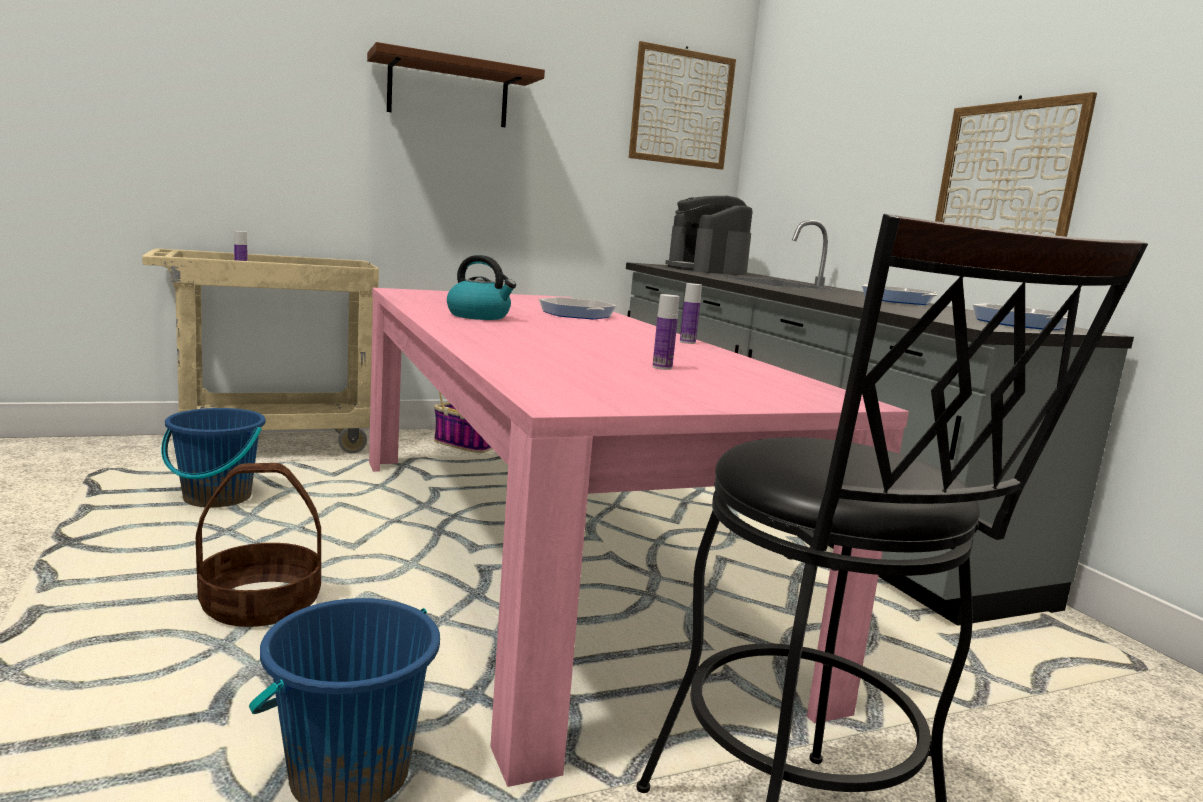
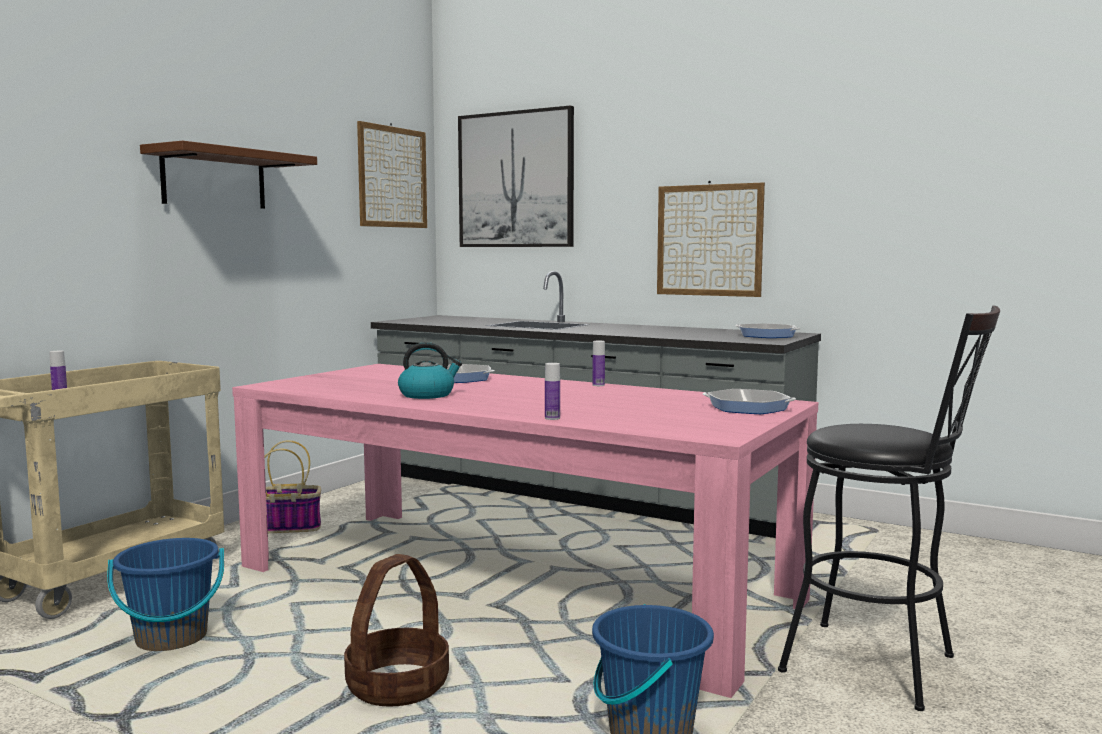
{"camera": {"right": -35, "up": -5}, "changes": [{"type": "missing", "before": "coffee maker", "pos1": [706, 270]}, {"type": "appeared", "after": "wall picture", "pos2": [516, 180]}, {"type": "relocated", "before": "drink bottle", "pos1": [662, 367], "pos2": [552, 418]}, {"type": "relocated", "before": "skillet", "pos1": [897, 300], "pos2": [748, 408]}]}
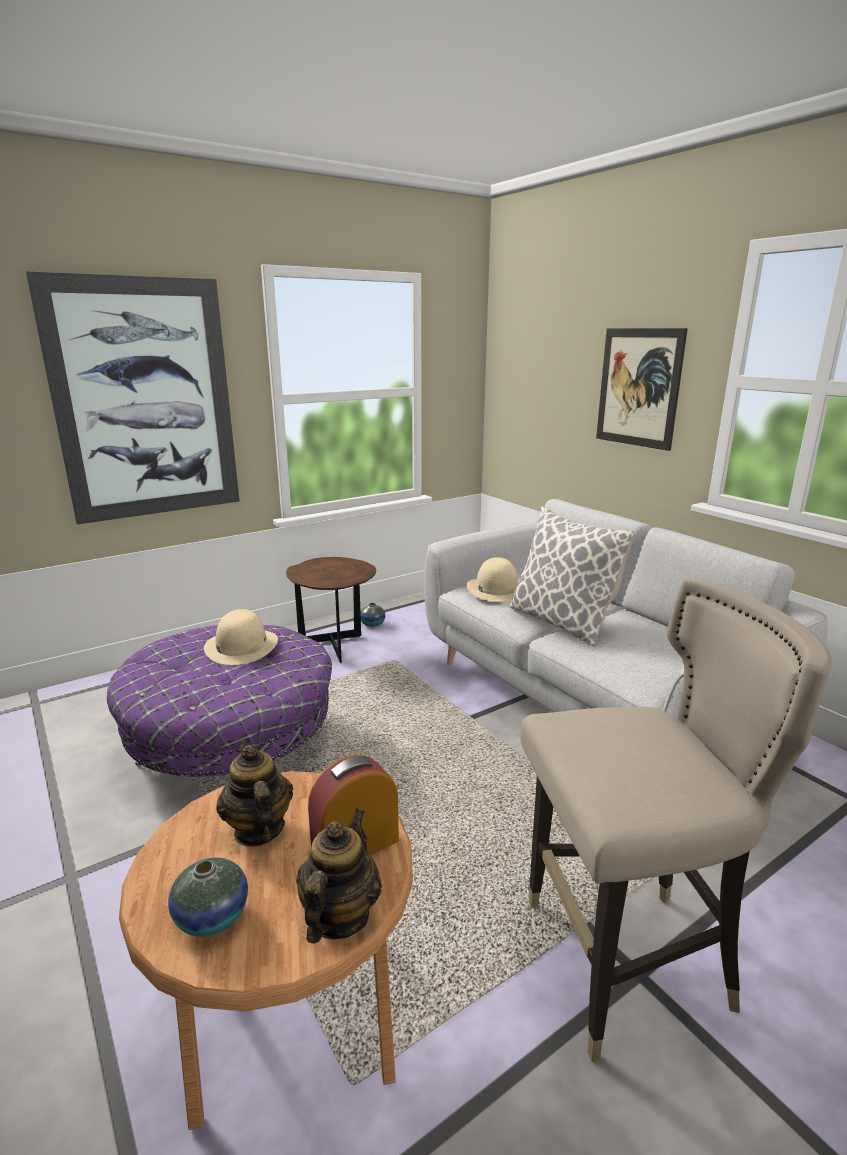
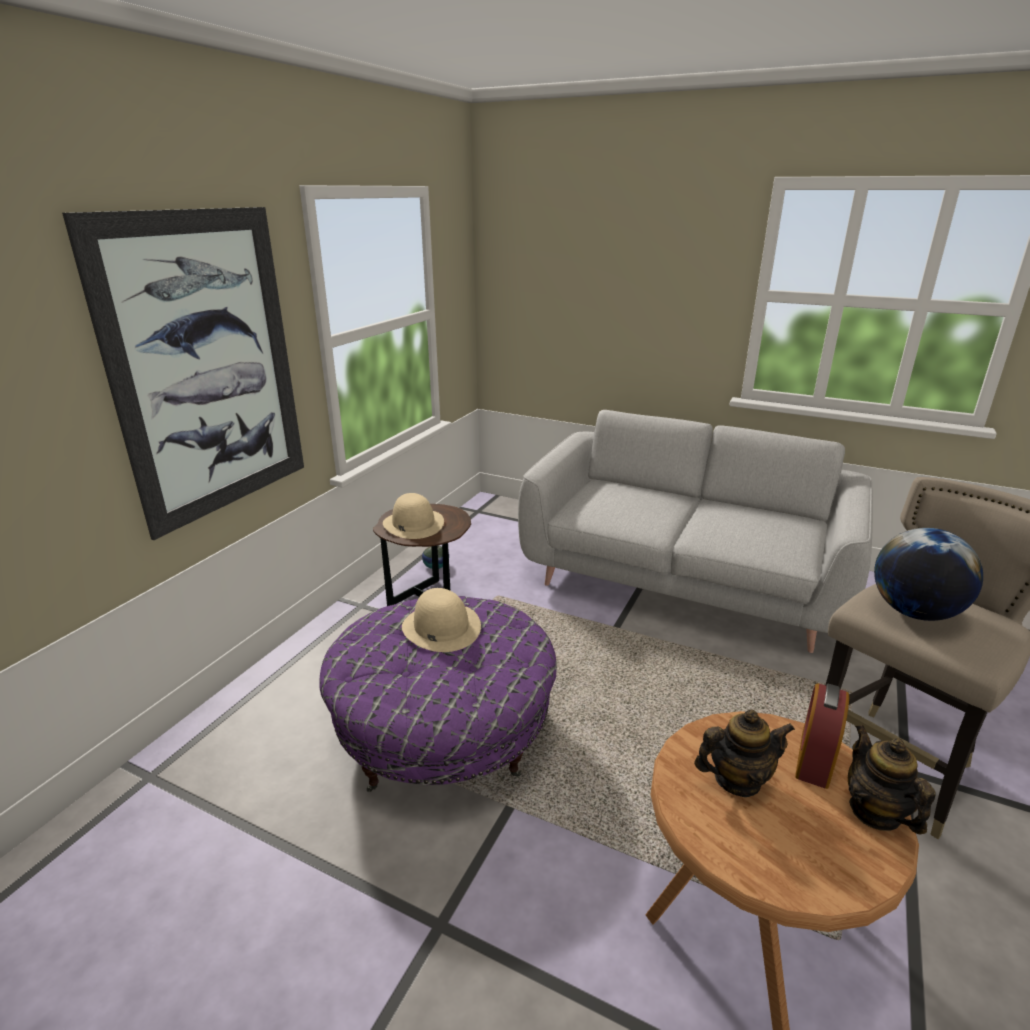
{"camera": {"right": -30, "up": 5}, "changes": [{"type": "missing", "before": "vase", "pos1": [212, 916]}, {"type": "missing", "before": "throw pillow", "pos1": [561, 622]}, {"type": "missing", "before": "wall picture", "pos1": [638, 388]}, {"type": "appeared", "after": "globe", "pos2": [914, 612]}, {"type": "relocated", "before": "beige-coloured hat", "pos1": [496, 588], "pos2": [413, 524]}, {"type": "spun", "before": "tea pot", "pos1": [258, 829], "pos2": [737, 780], "turn": 135}]}
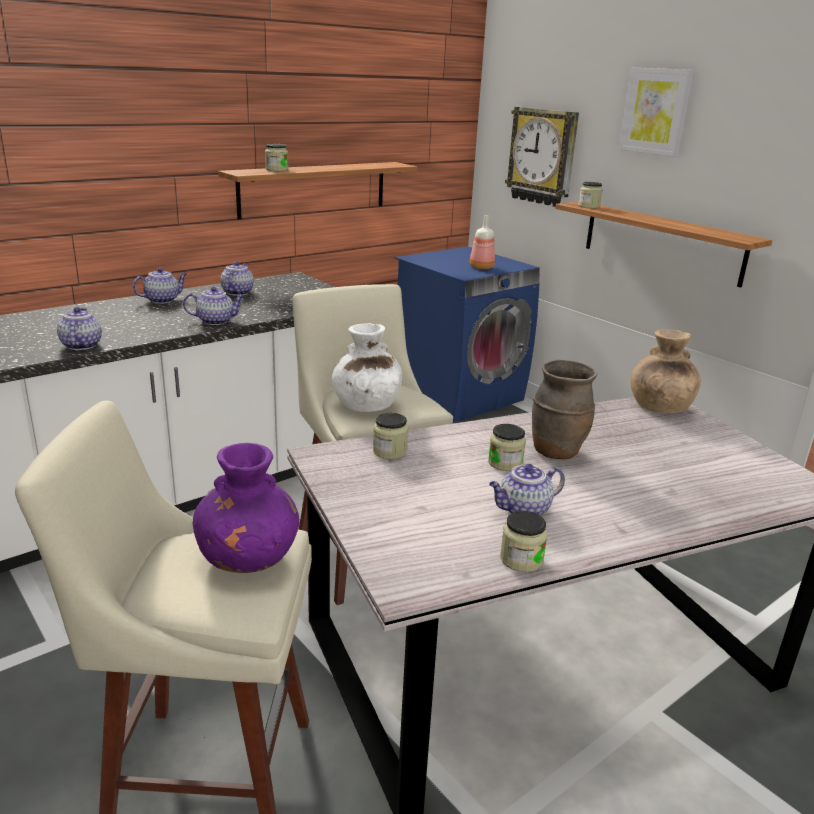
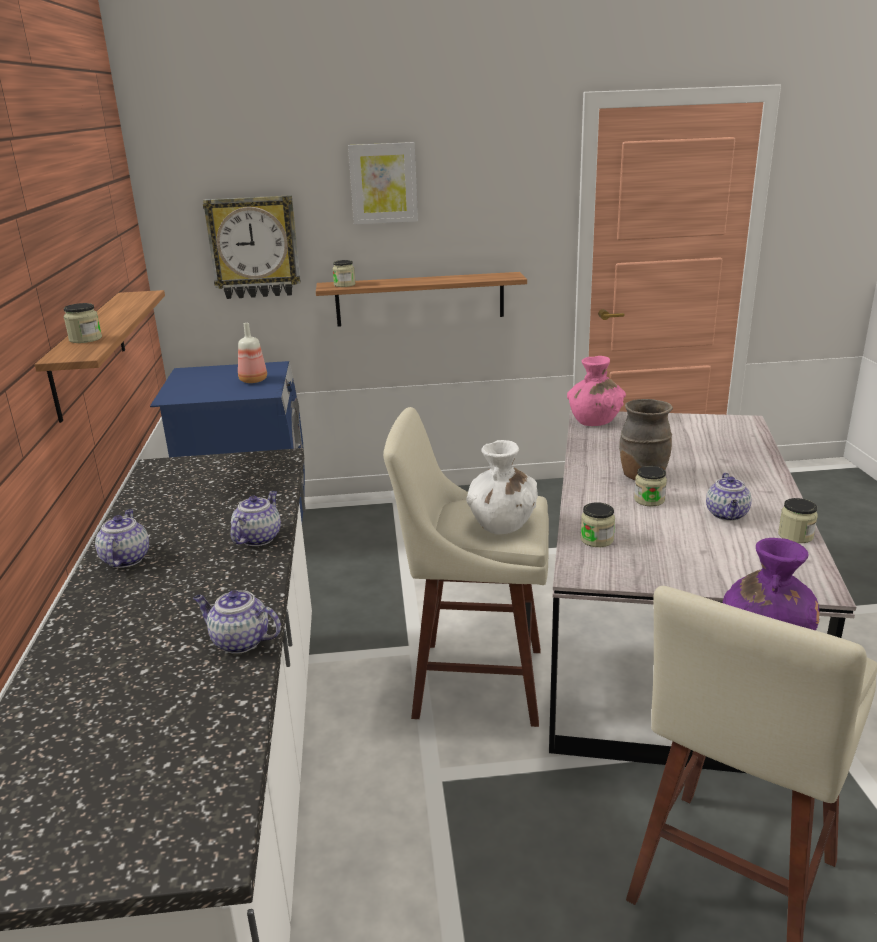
{"camera": {"right": -55, "up": 0}, "changes": [{"type": "missing", "before": "tea pot", "pos1": [237, 292]}, {"type": "colour", "before": "brown-coloured vase", "after": "pink-coloured vase", "pos1": [659, 407], "pos2": [594, 421]}]}
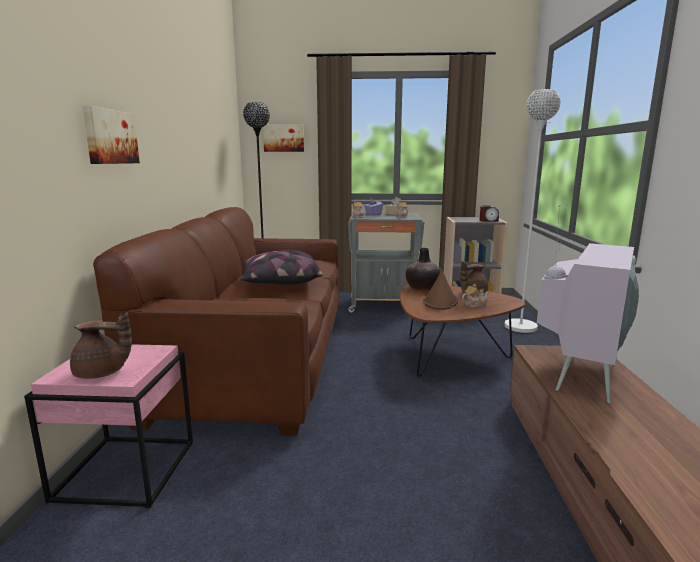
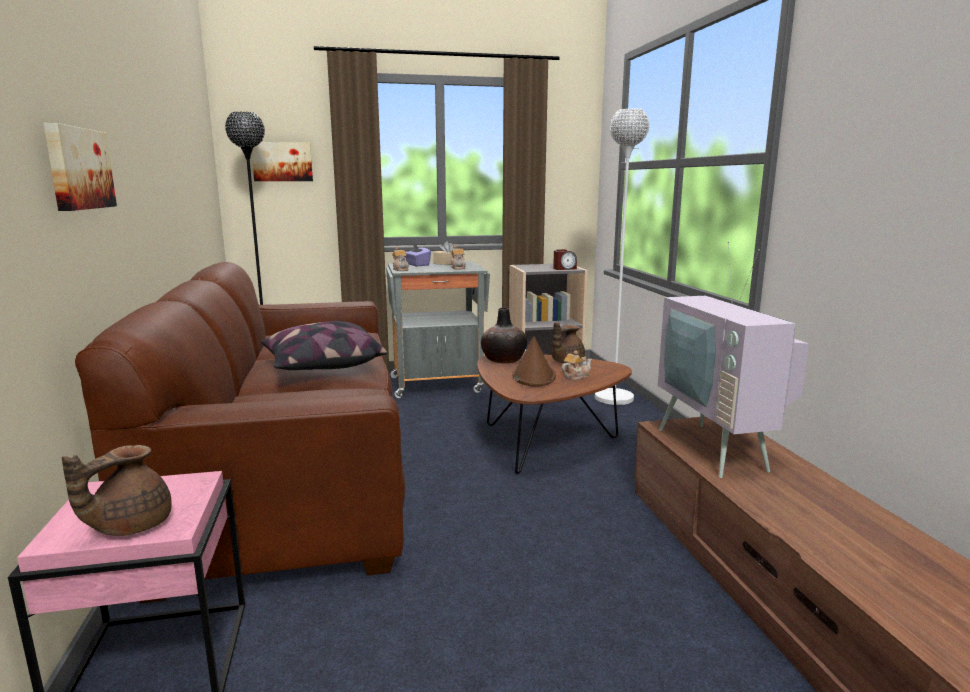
{"camera": {"right": -15, "up": 0}, "changes": [{"type": "spun", "before": "brown-coloured tea pot", "pos1": [102, 373], "pos2": [129, 526], "turn": 135}, {"type": "spun", "before": "TV set", "pos1": [577, 373], "pos2": [720, 448], "turn": 150}]}
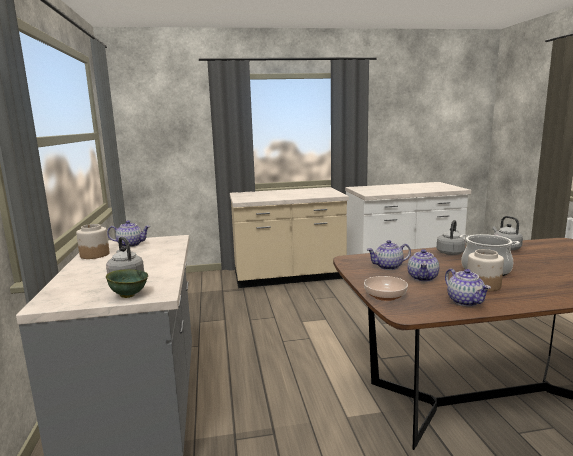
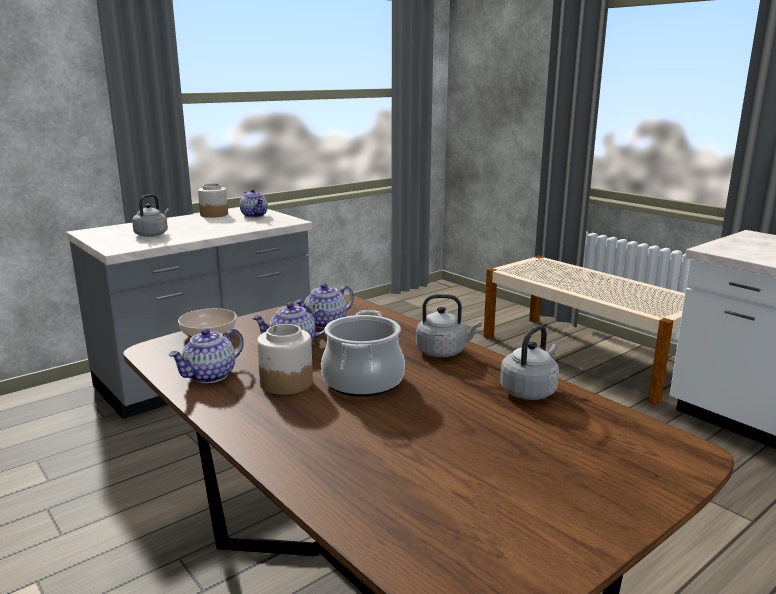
{"camera": {"right": 60, "up": 5}, "changes": [{"type": "missing", "before": "green-coloured deep dish", "pos1": [128, 295]}, {"type": "exchanged", "before": "beige-coloured counter", "after": "beige-coloured long seat", "pos1": [288, 277], "pos2": [586, 356]}, {"type": "spun", "before": "tea pot", "pos1": [388, 267], "pos2": [325, 323], "turn": -90}]}
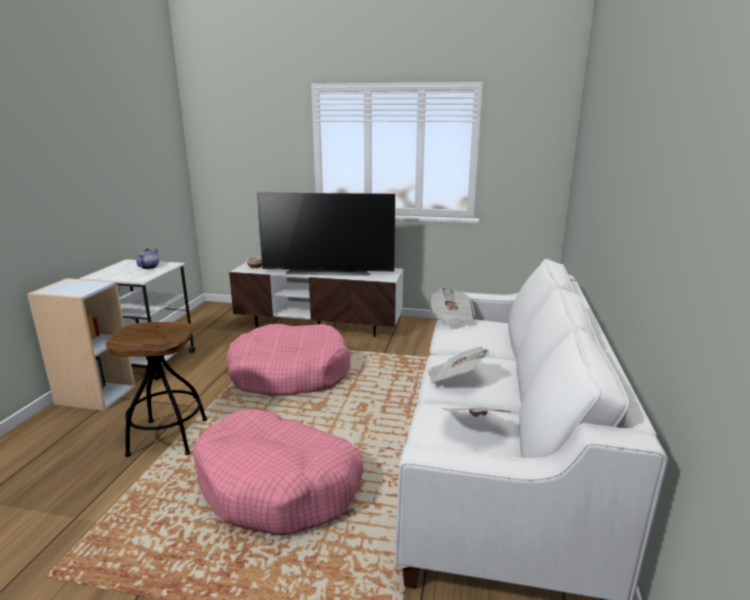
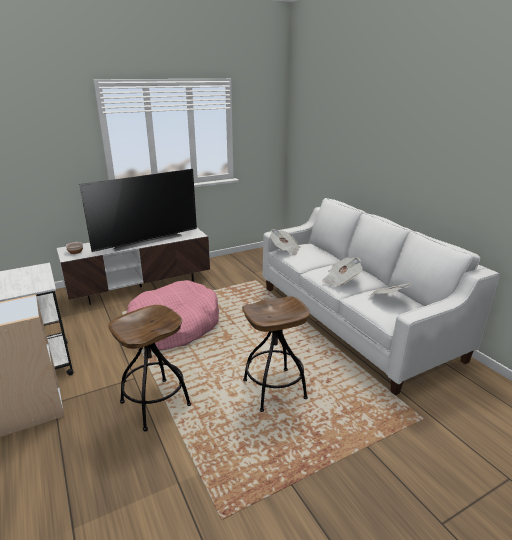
{"camera": {"right": -40, "up": 5}, "changes": [{"type": "missing", "before": "tea pot", "pos1": [149, 267]}, {"type": "exchanged", "before": "pink-coloured dog cushion", "after": "brown-coloured sitting stool", "pos1": [278, 485], "pos2": [274, 389]}]}
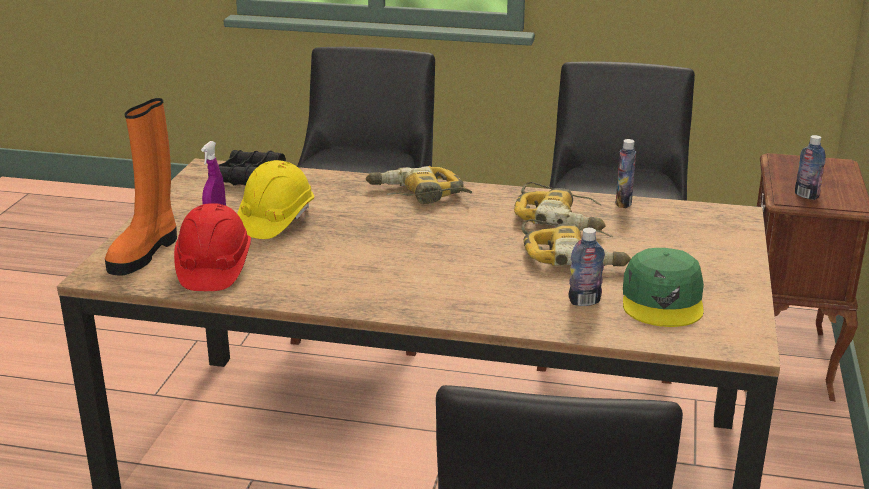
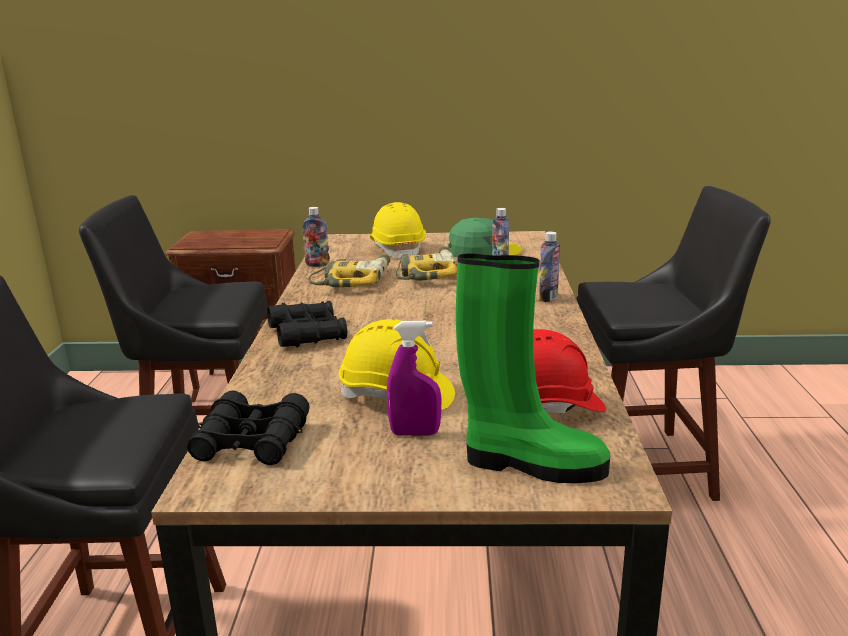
{"camera": {"right": -100, "up": -5}, "changes": [{"type": "appeared", "after": "yellow-coloured safety helmet", "pos2": [398, 249]}, {"type": "relocated", "before": "drink bottle", "pos1": [806, 195], "pos2": [548, 298]}, {"type": "exchanged", "before": "electric drill", "after": "black-coloured field glasses", "pos1": [417, 195], "pos2": [308, 334]}, {"type": "colour", "before": "orange-coloured tall boot", "after": "green-coloured tall boot", "pos1": [145, 252], "pos2": [531, 464]}]}
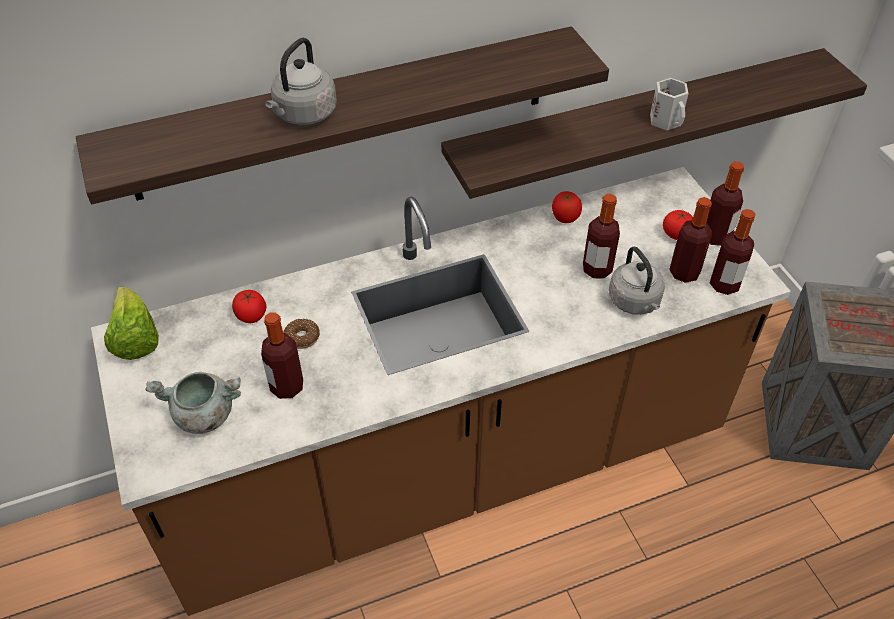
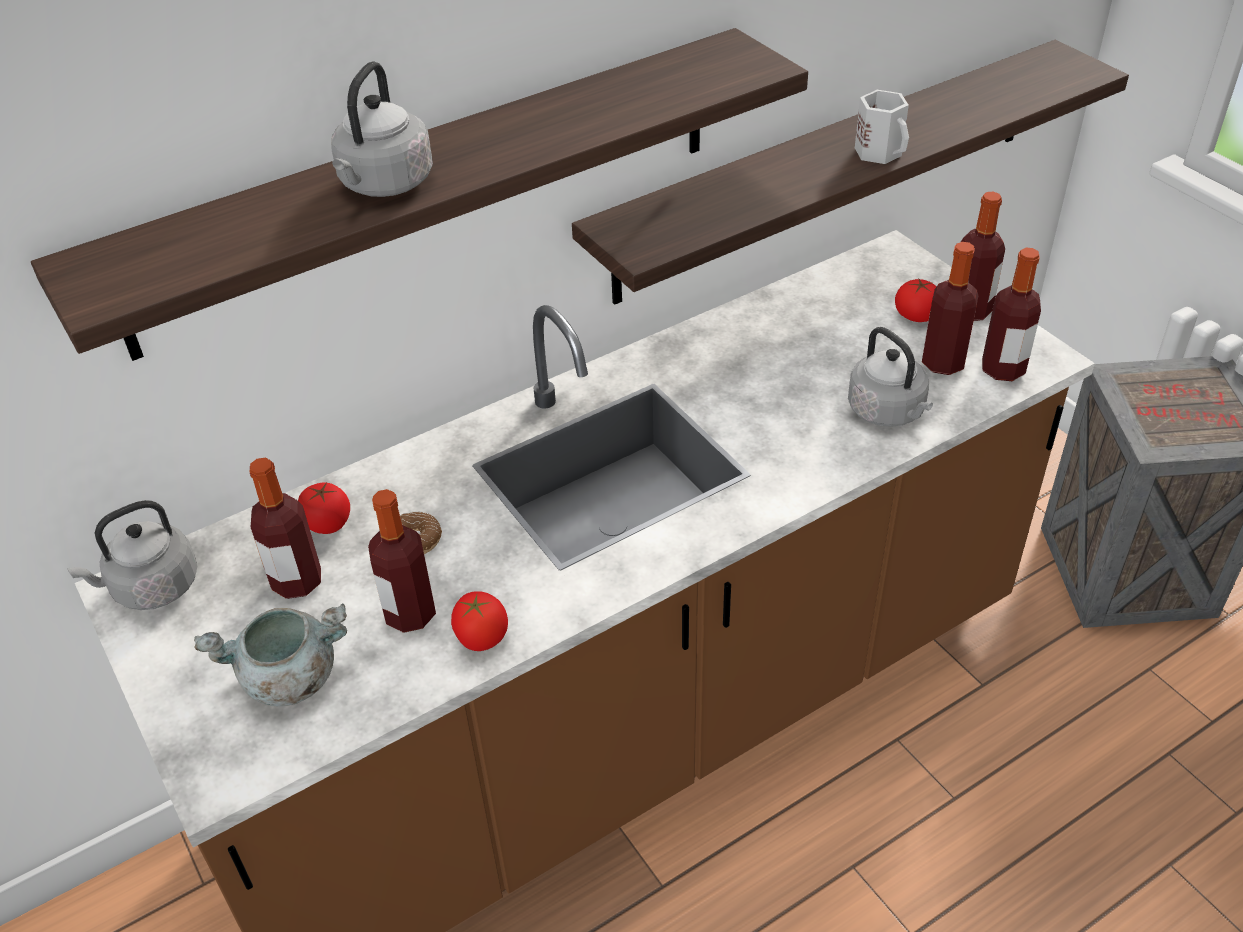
{"camera": {"right": -10, "up": -5}, "changes": [{"type": "relocated", "before": "whole tomato", "pos1": [565, 218], "pos2": [481, 638]}, {"type": "relocated", "before": "drink bottle", "pos1": [597, 269], "pos2": [297, 581]}, {"type": "exchanged", "before": "lettuce head", "after": "greyish water kettle", "pos1": [135, 339], "pos2": [151, 588]}]}
